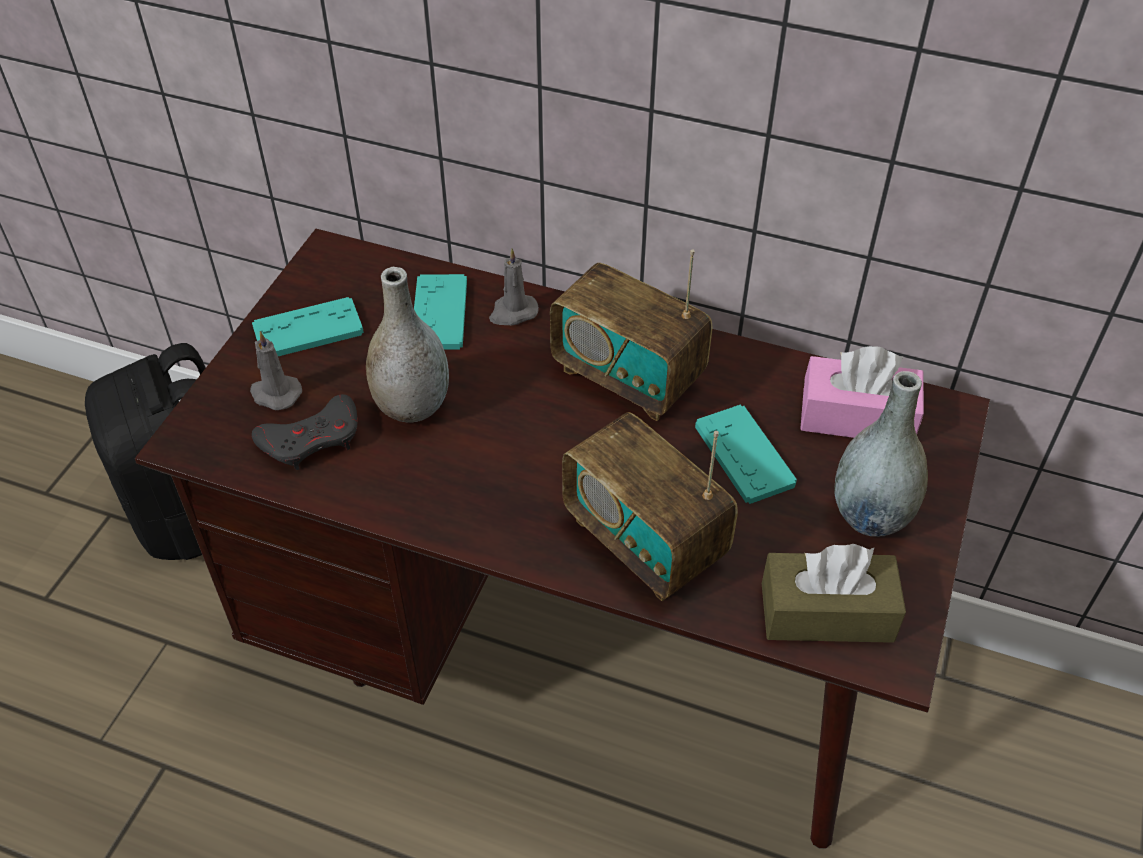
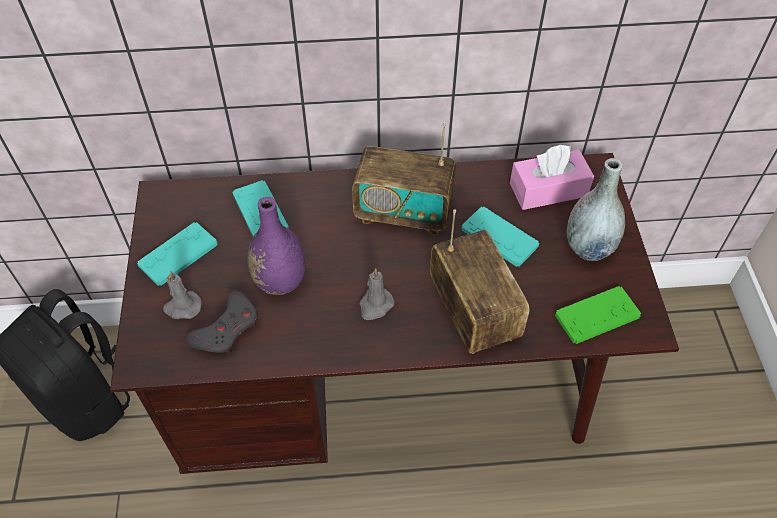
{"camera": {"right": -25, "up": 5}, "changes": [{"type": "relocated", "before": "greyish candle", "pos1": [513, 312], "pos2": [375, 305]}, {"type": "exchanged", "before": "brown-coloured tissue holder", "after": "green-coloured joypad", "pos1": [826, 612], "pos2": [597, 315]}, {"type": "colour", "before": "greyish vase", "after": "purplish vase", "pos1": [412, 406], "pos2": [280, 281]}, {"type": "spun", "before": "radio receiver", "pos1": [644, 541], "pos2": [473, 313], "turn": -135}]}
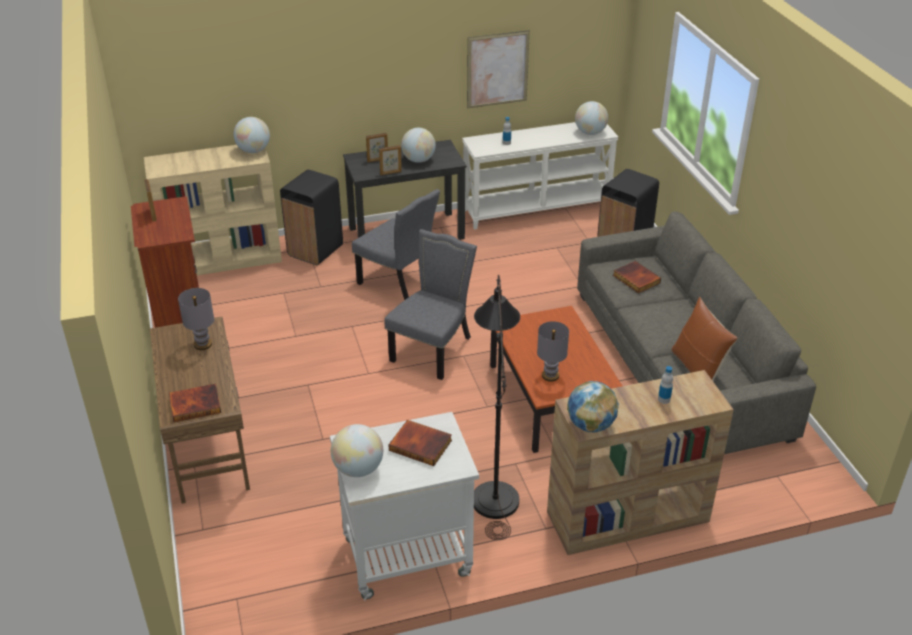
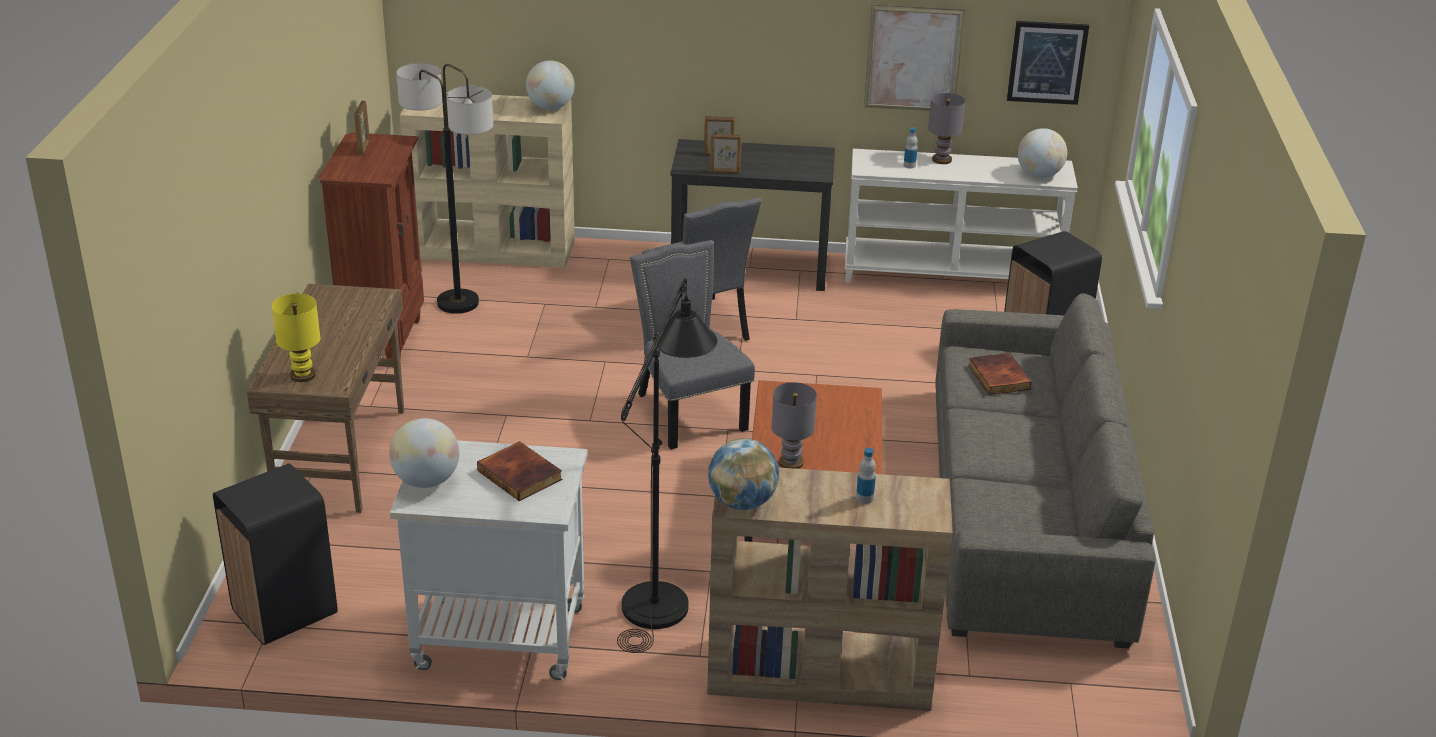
{"camera": {"right": 20, "up": -5}, "changes": [{"type": "missing", "before": "globe", "pos1": [418, 160]}, {"type": "missing", "before": "brown-coloured throw pillow", "pos1": [698, 369]}, {"type": "appeared", "after": "standing lamp", "pos2": [458, 303]}, {"type": "appeared", "after": "wall picture", "pos2": [1047, 62]}, {"type": "relocated", "before": "greyish lamp for a table", "pos1": [203, 345], "pos2": [942, 160]}, {"type": "relocated", "before": "black-coloured waste bin", "pos1": [314, 250], "pos2": [283, 612]}, {"type": "exchanged", "before": "book", "after": "yellow-coloured lamp for a table", "pos1": [195, 404], "pos2": [303, 375]}, {"type": "spun", "before": "greyish plain chair", "pos1": [432, 351], "pos2": [689, 415], "turn": -75}]}
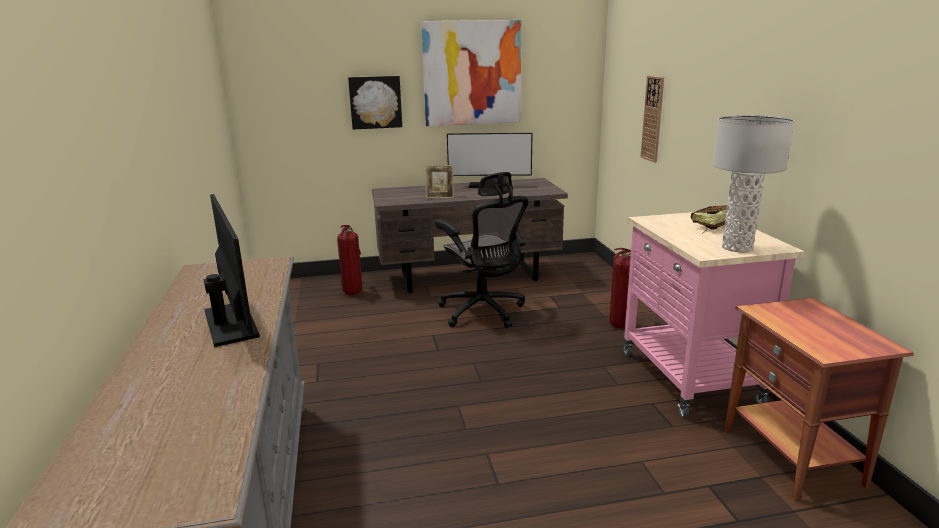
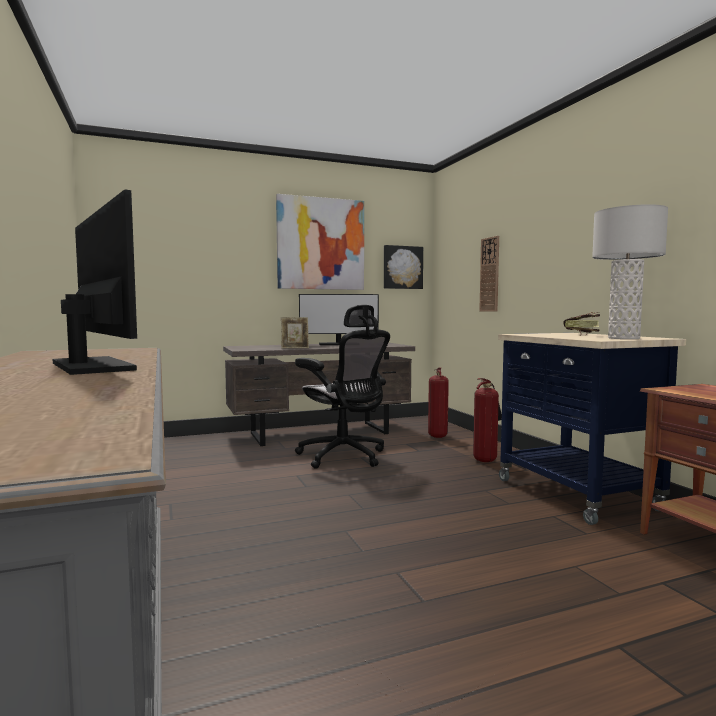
{"camera": {"right": -10, "up": -15}, "changes": [{"type": "relocated", "before": "extinguisher", "pos1": [353, 292], "pos2": [437, 436]}, {"type": "relocated", "before": "wall picture", "pos1": [375, 102], "pos2": [402, 267]}, {"type": "colour", "before": "pink-coloured trolley", "after": "blue trolley", "pos1": [690, 379], "pos2": [577, 495]}]}
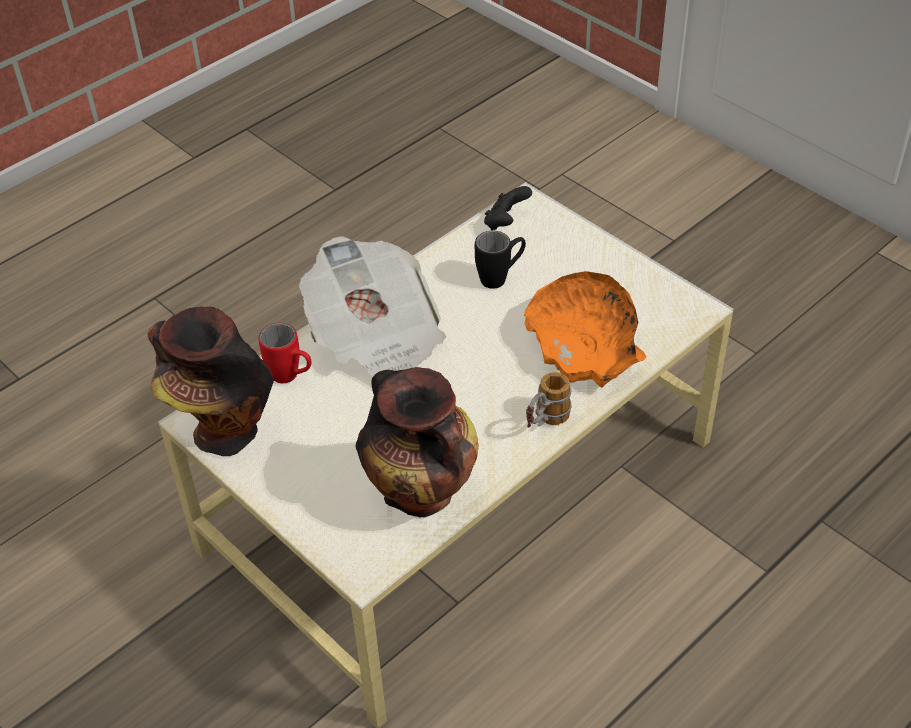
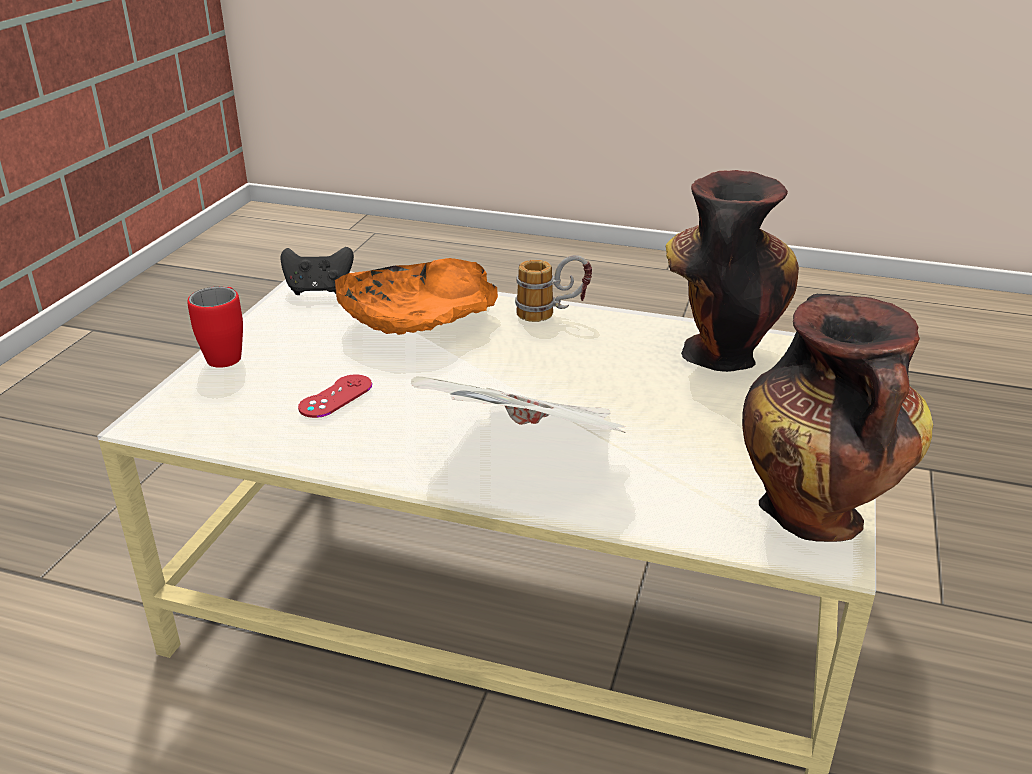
{"camera": {"right": -120, "up": -15}, "changes": [{"type": "relocated", "before": "reddish coffee mug", "pos1": [291, 377], "pos2": [228, 353]}, {"type": "relocated", "before": "black-coloured joypad", "pos1": [506, 222], "pos2": [319, 290]}, {"type": "exchanged", "before": "black-coloured coffee mug", "after": "reddish joypad", "pos1": [500, 277], "pos2": [335, 396]}]}
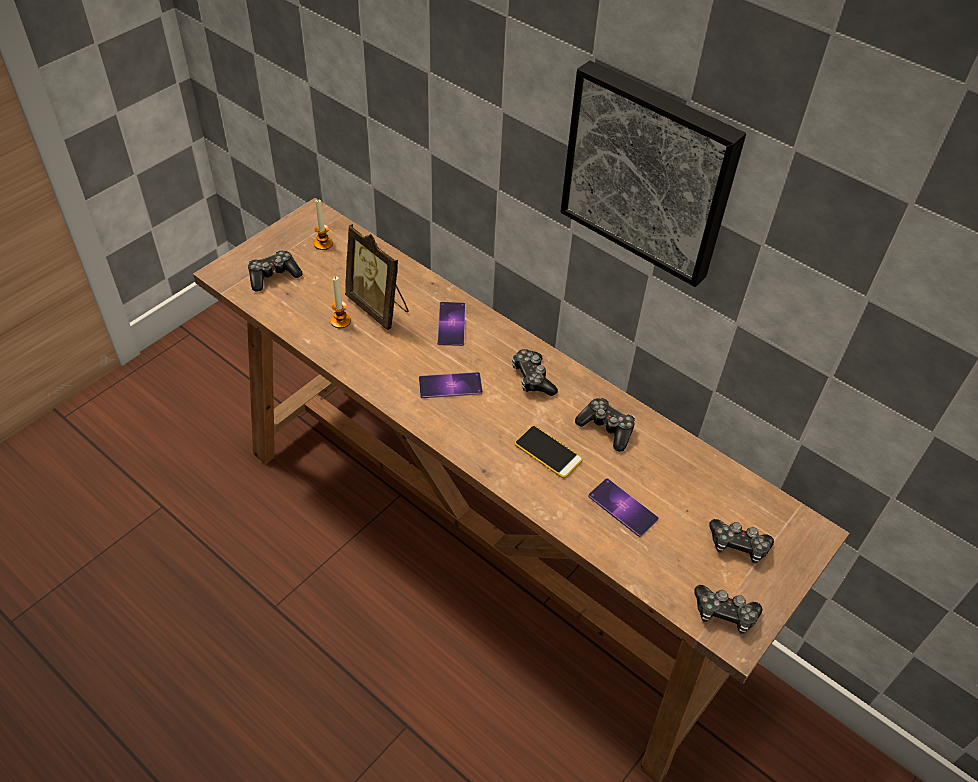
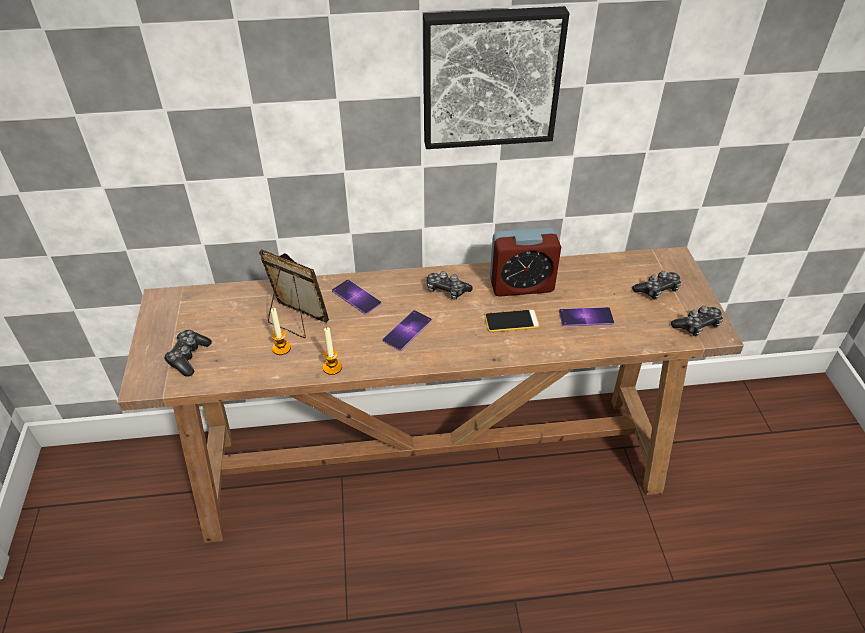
{"camera": {"right": -45, "up": -5}, "changes": [{"type": "relocated", "before": "candle", "pos1": [323, 243], "pos2": [332, 367]}, {"type": "exchanged", "before": "joypad", "after": "bedside clock", "pos1": [606, 428], "pos2": [521, 285]}, {"type": "spun", "before": "standing frame", "pos1": [379, 307], "pos2": [295, 321], "turn": -150}]}
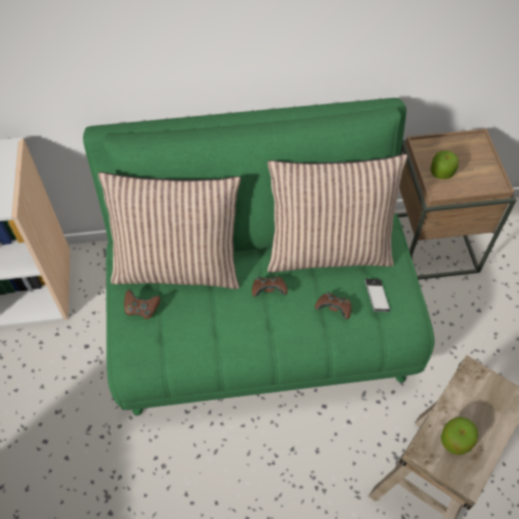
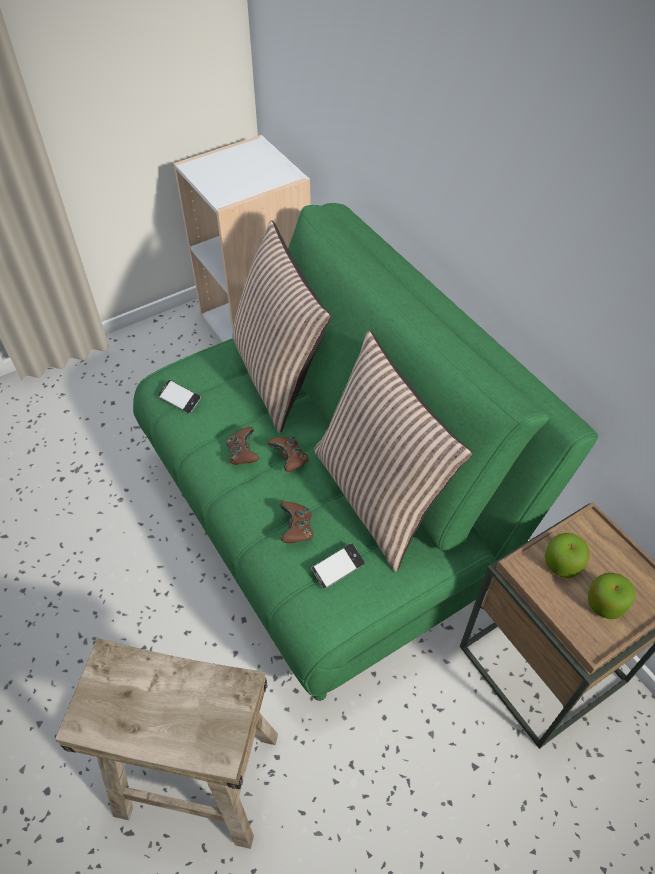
{"camera": {"right": 65, "up": -5}, "changes": [{"type": "appeared", "after": "handset", "pos2": [180, 399]}, {"type": "relocated", "before": "brown-coloured joypad", "pos1": [141, 309], "pos2": [243, 454]}, {"type": "relocated", "before": "apple", "pos1": [455, 441], "pos2": [605, 604]}]}
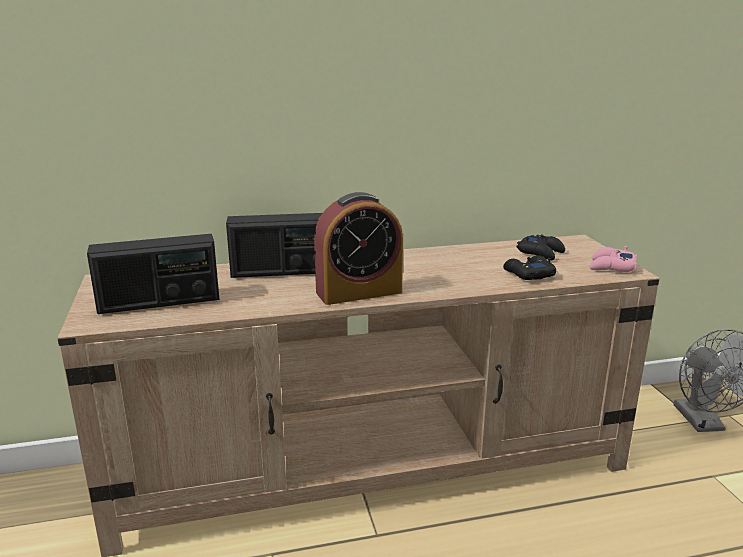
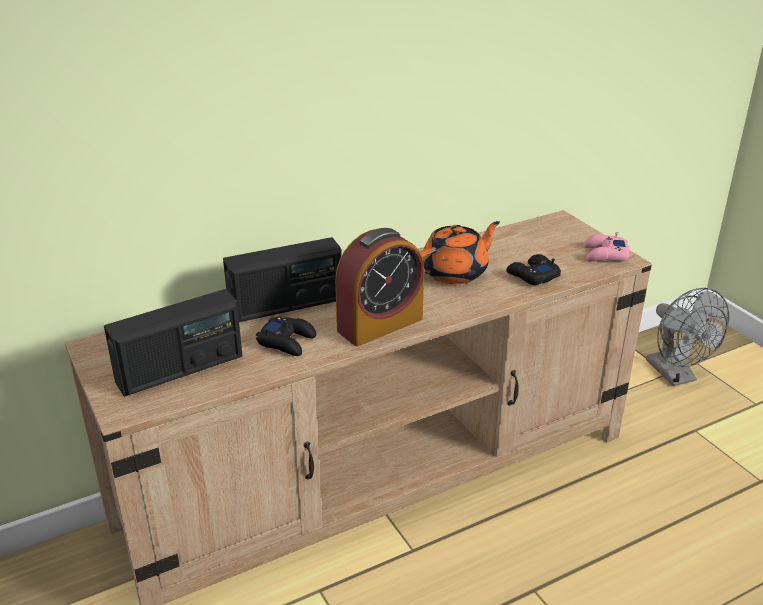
{"camera": {"right": -15, "up": 10}, "changes": [{"type": "appeared", "after": "orange-coloured tea pot", "pos2": [455, 272]}, {"type": "relocated", "before": "black-coloured joypad", "pos1": [541, 253], "pos2": [287, 341]}]}
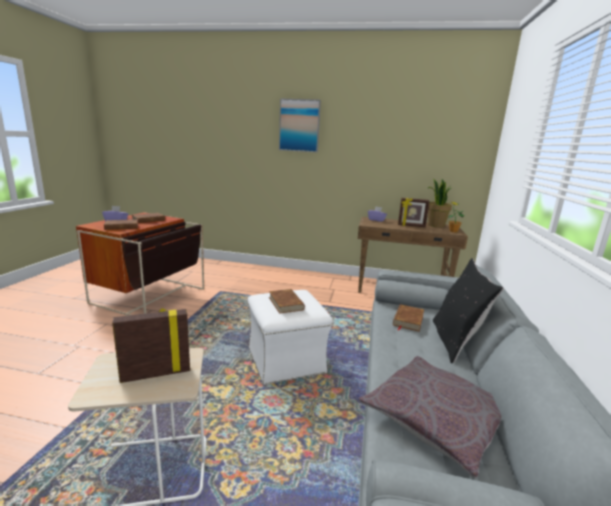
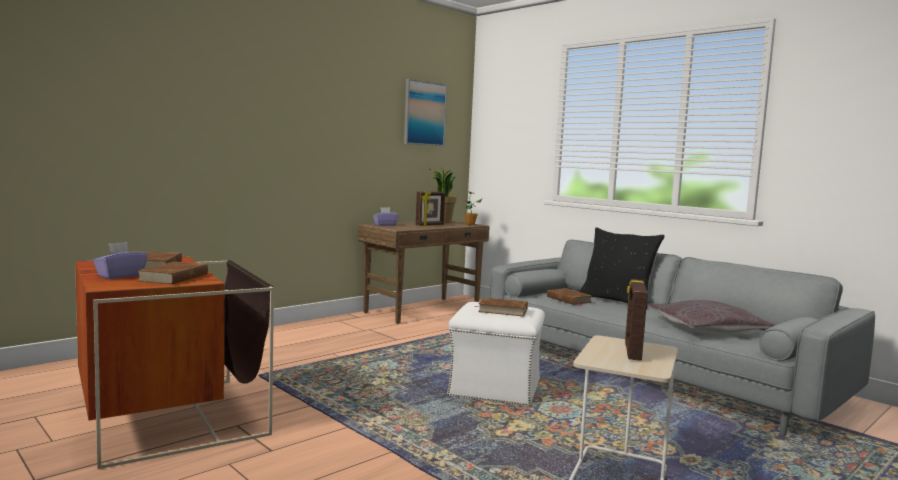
{"camera": {"right": -55, "up": -10}, "changes": [{"type": "relocated", "before": "wall picture", "pos1": [299, 125], "pos2": [424, 113]}]}
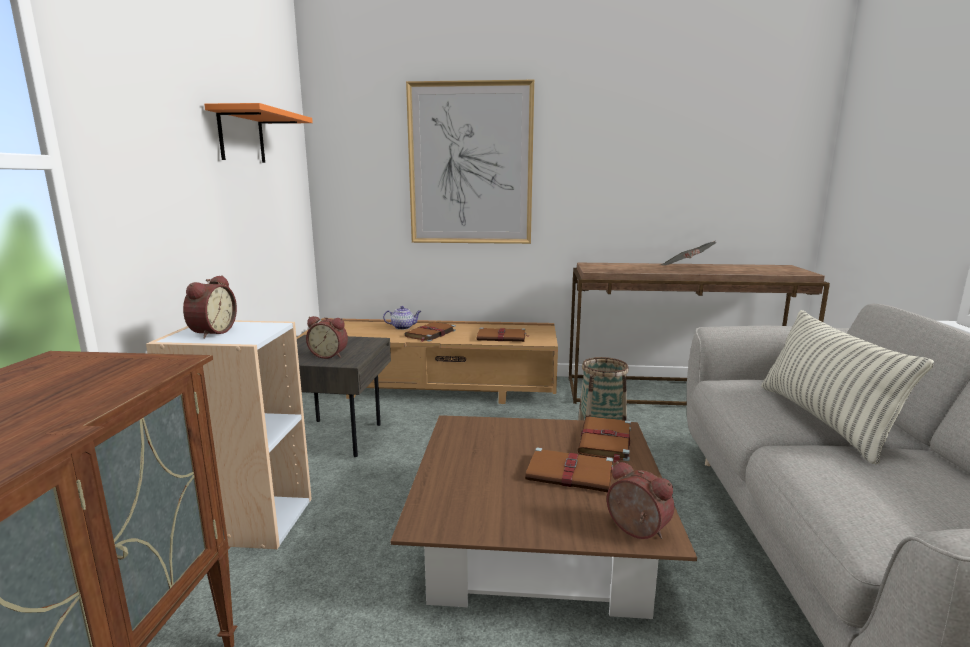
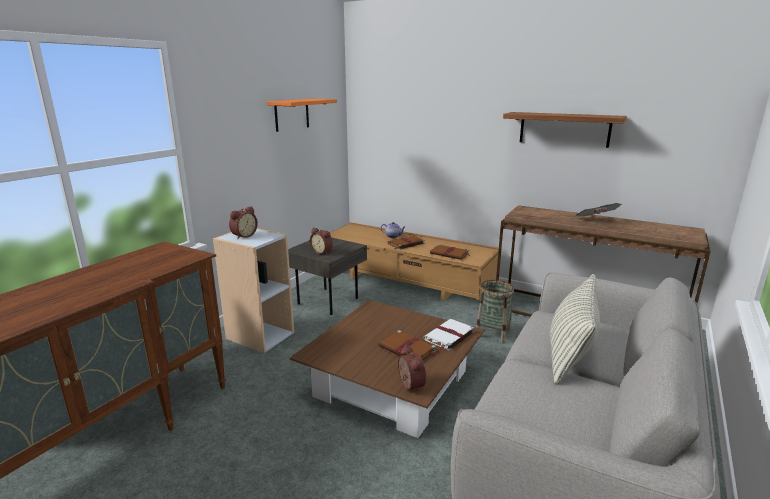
{"camera": {"right": 25, "up": 5}, "changes": [{"type": "missing", "before": "wall picture", "pos1": [470, 164]}, {"type": "appeared", "after": "wall shelf", "pos2": [564, 129]}, {"type": "colour", "before": "brown-coloured book", "after": "whitish book", "pos1": [605, 441], "pos2": [448, 336]}]}
